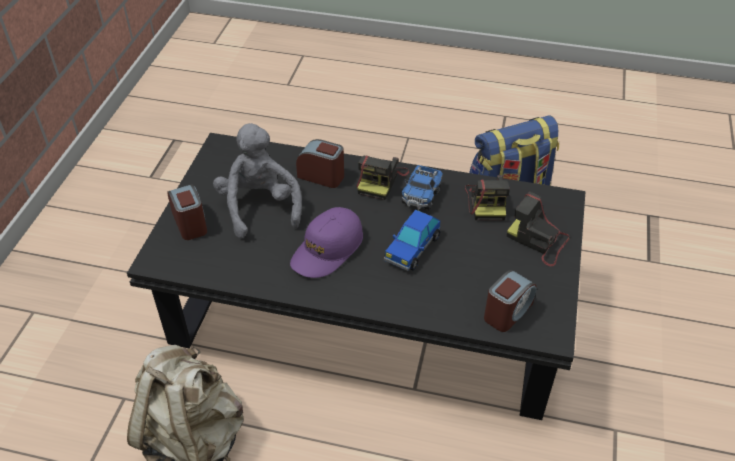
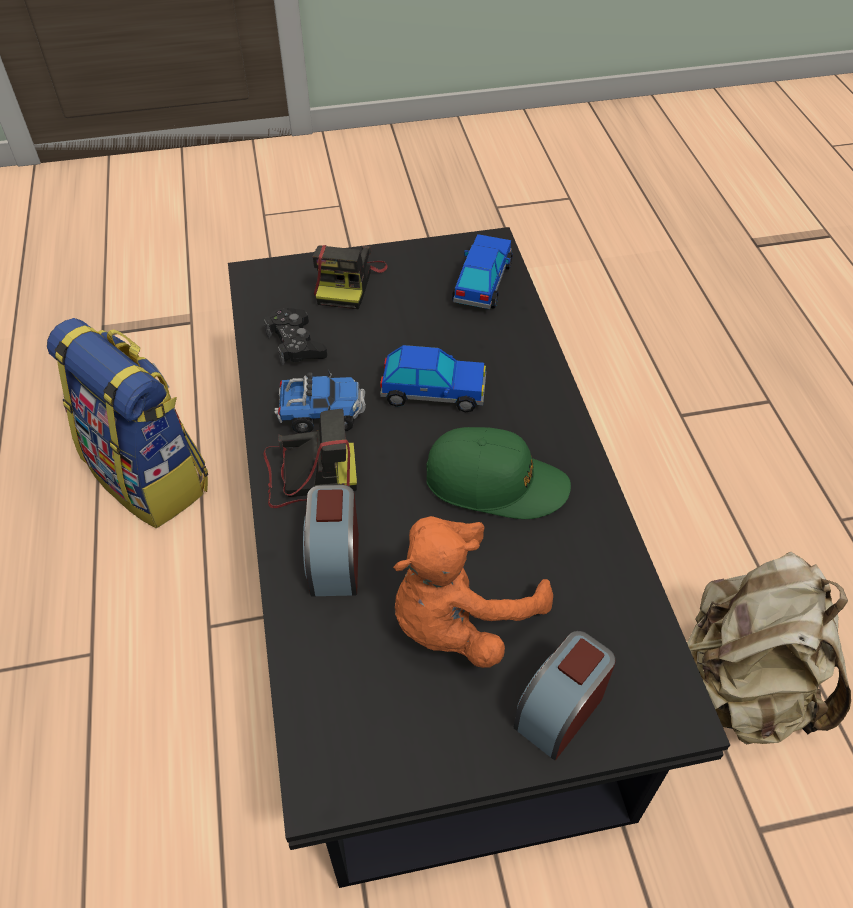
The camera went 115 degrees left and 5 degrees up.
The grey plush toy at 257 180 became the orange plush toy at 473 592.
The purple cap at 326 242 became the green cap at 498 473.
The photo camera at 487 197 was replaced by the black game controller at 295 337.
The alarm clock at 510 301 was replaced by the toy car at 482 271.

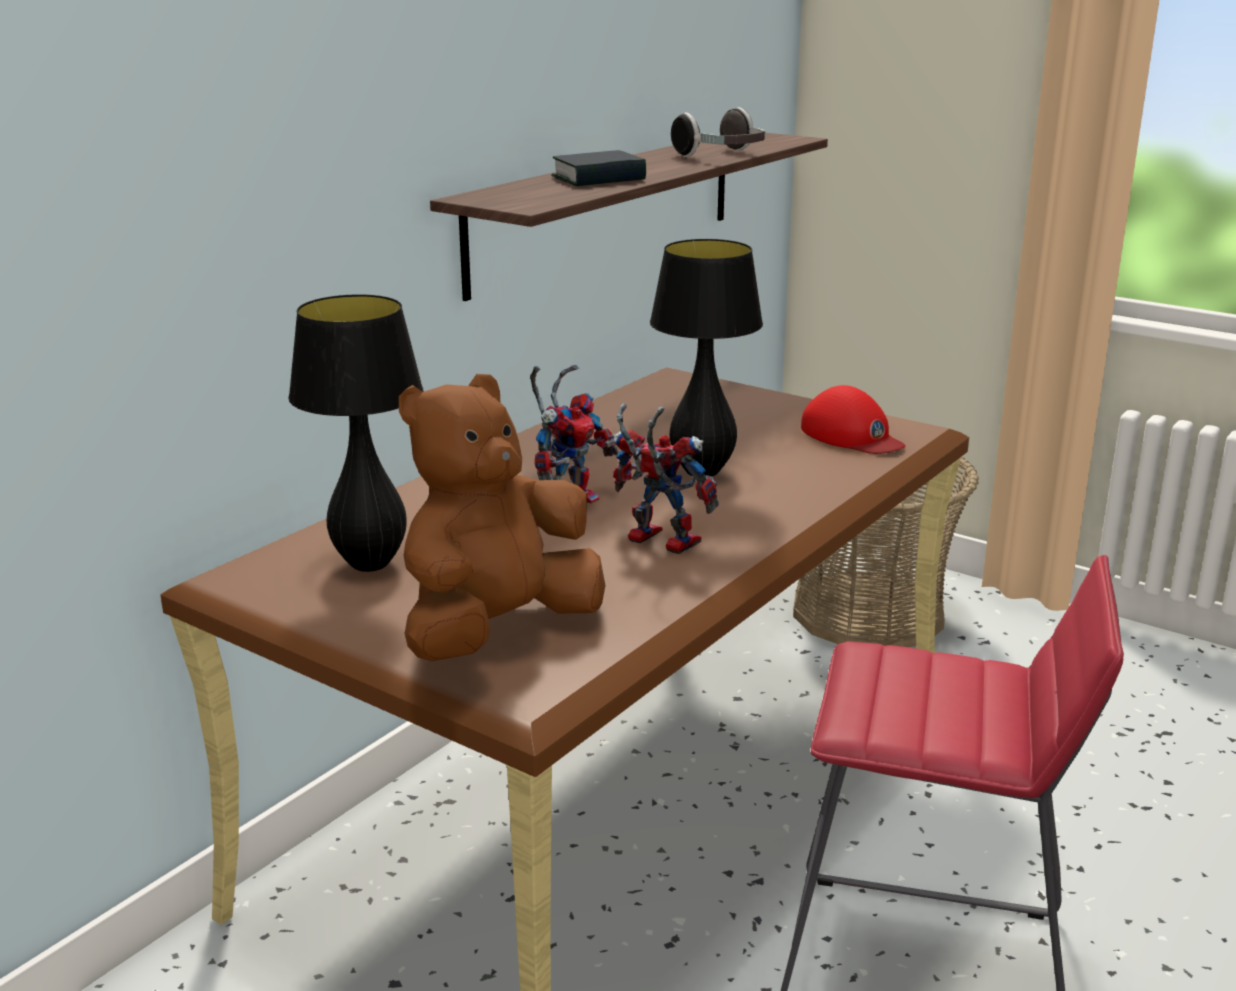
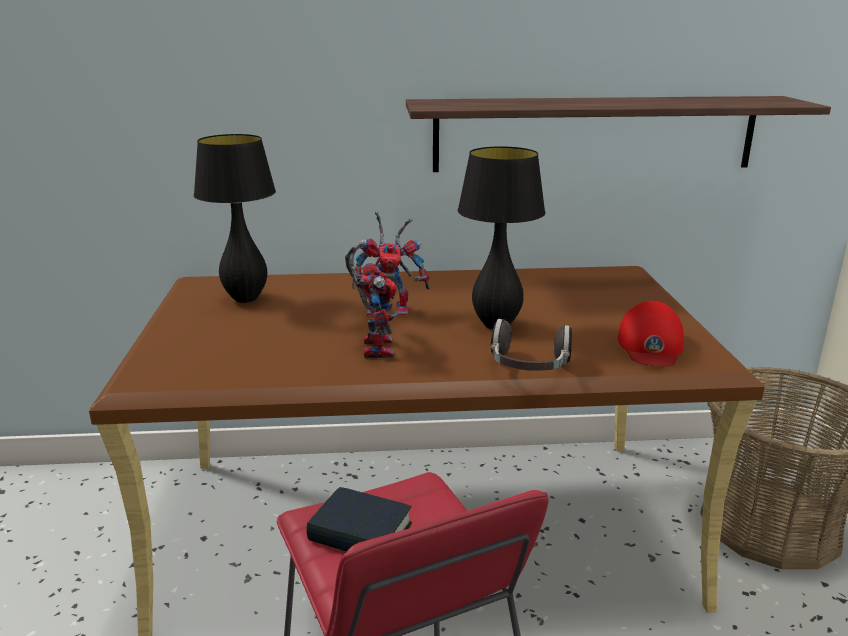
The camera went 50 degrees right and 0 degrees up.
The brown plush toy at 502 518 disappeared.
The book moved from 598 168 to 359 519.
The headphones moved from 718 132 to 531 345.

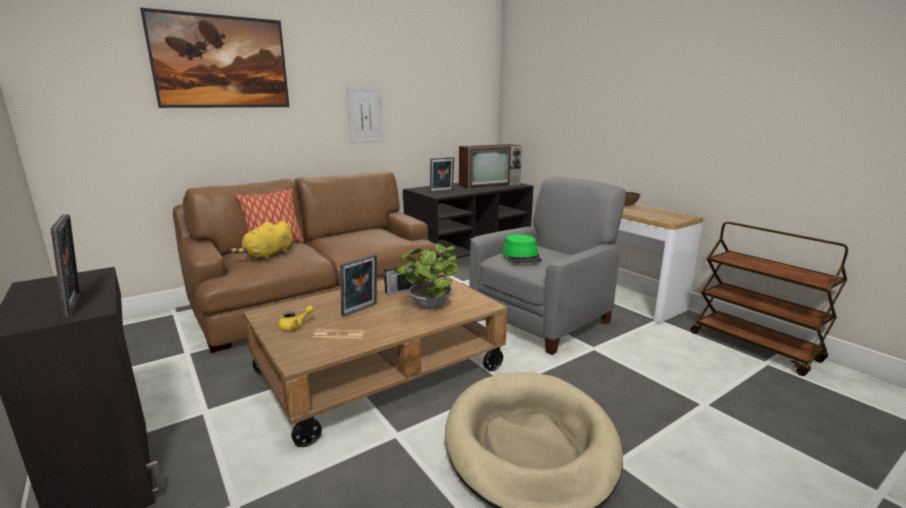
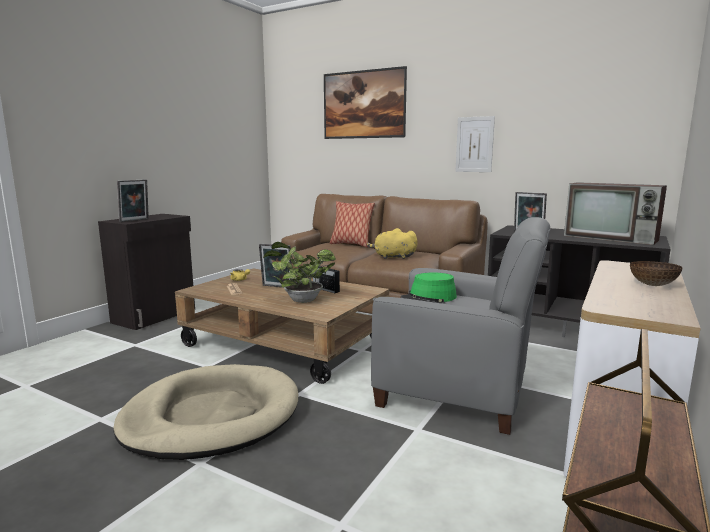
The camera went 65 degrees right and 5 degrees down.
The yellow plush toy moved from 261 241 to 392 243.

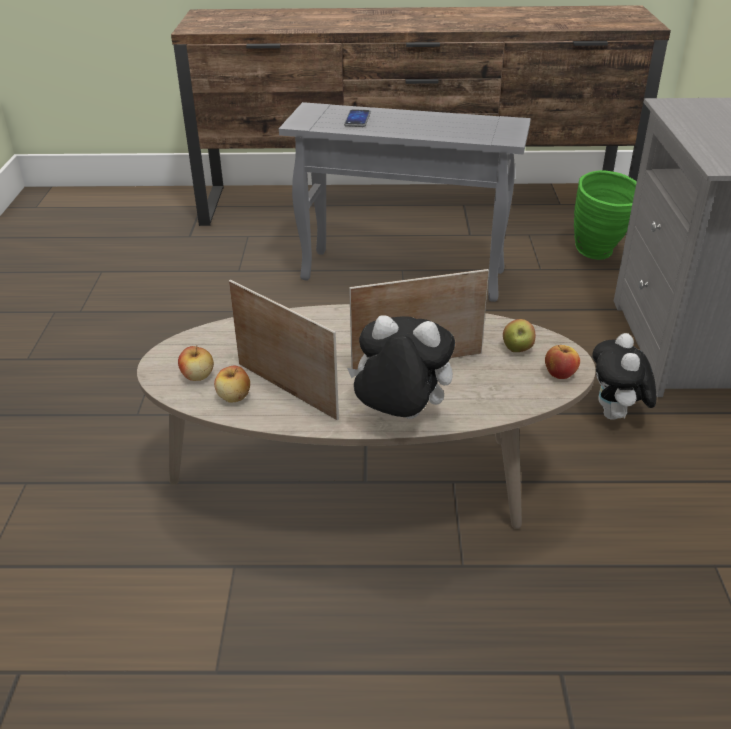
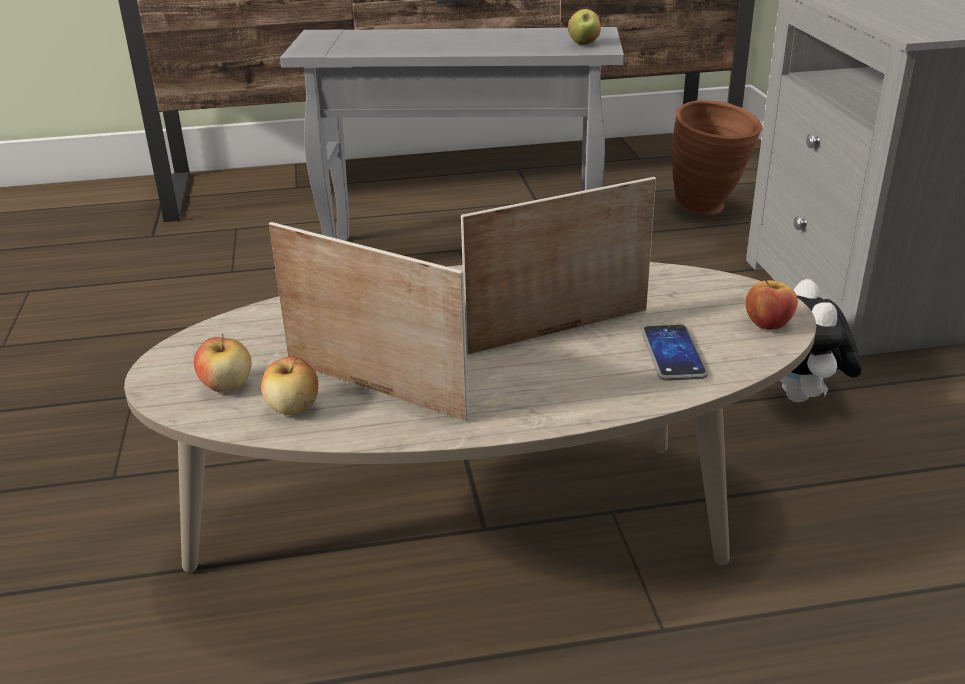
The camera went 10 degrees left and 5 degrees down.
The phone moved from 357 118 to 675 353.
The plush toy at 401 367 disappeared.
The apple moved from 519 335 to 584 27.
The green vase at 605 215 became the brown vase at 717 157.

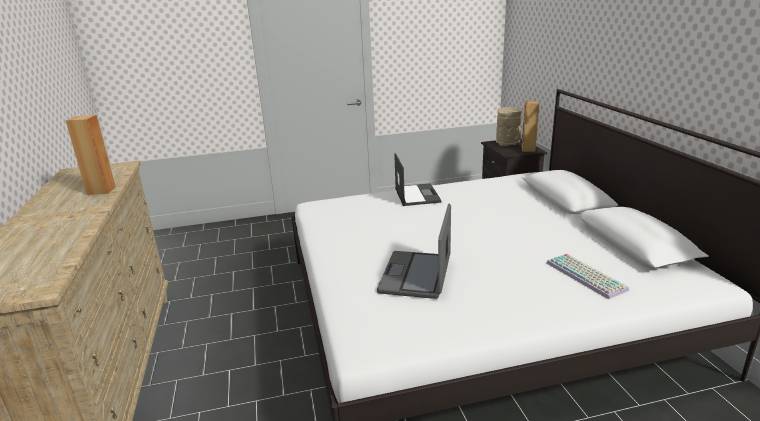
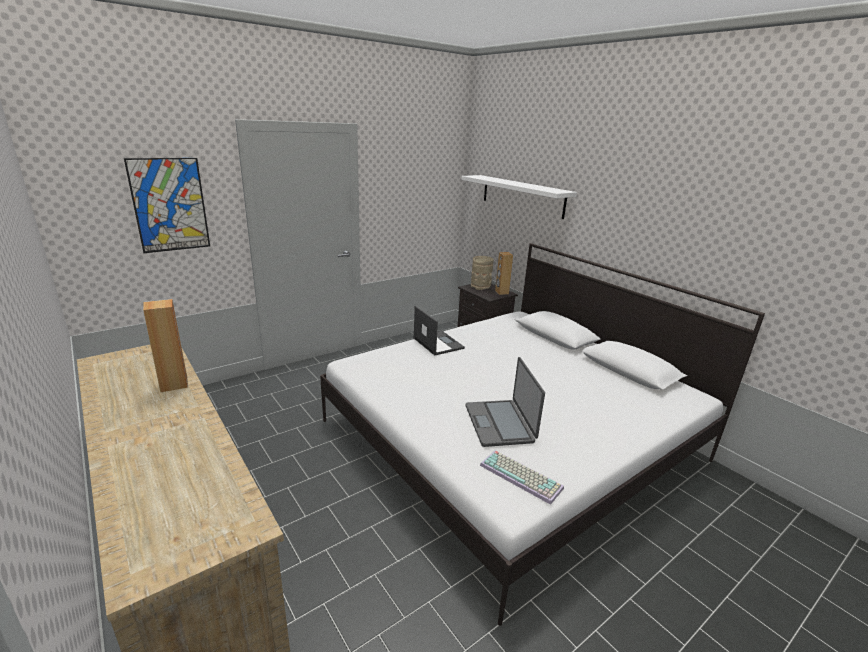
The camera went 25 degrees left and 0 degrees up.
The keyboard moved from 588 276 to 522 477.
The picture at 167 205 appeared.
The white shelf at 519 197 appeared.

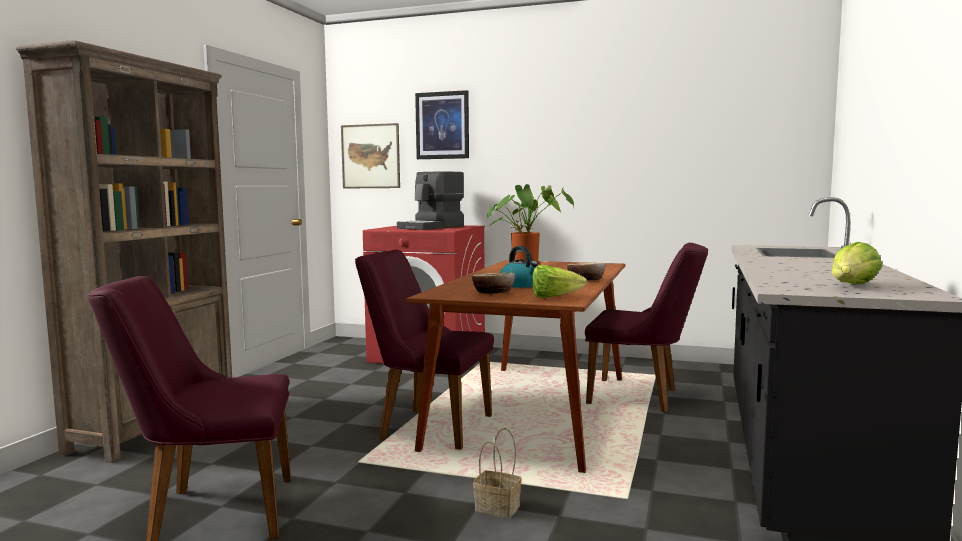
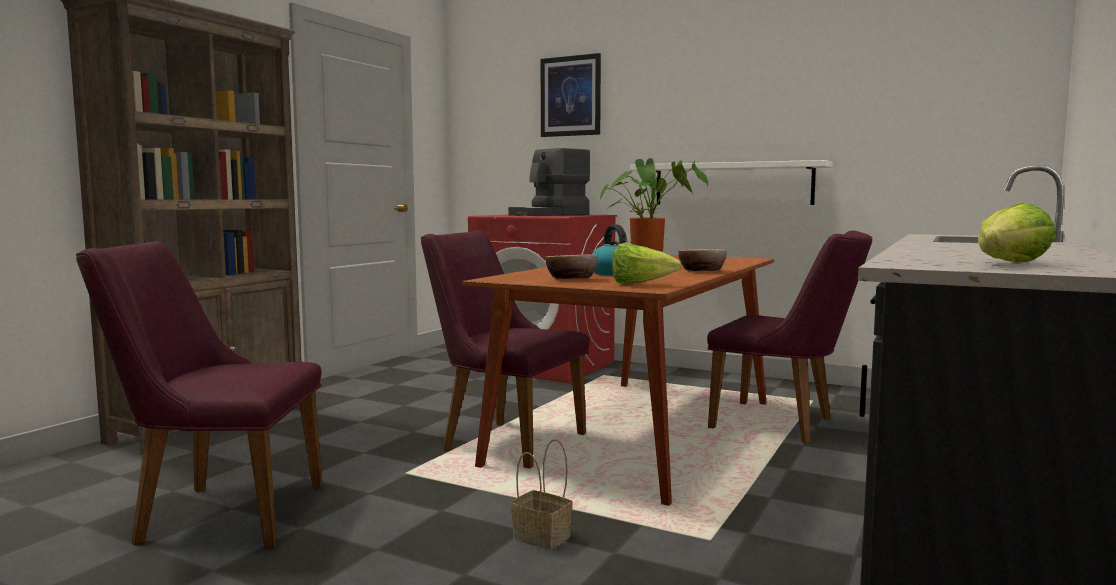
The camera went 10 degrees right and 0 degrees up.
The picture at 370 156 disappeared.
The white shelf at 731 182 appeared.

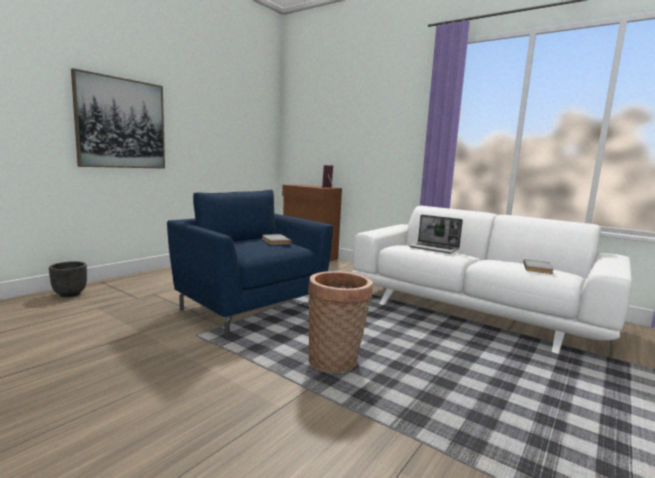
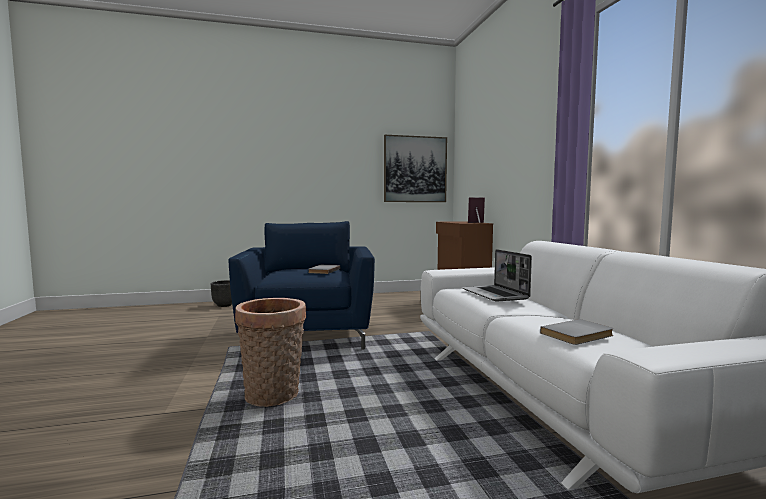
The camera went 40 degrees right and 5 degrees down.
The picture moved from 118 118 to 415 168.

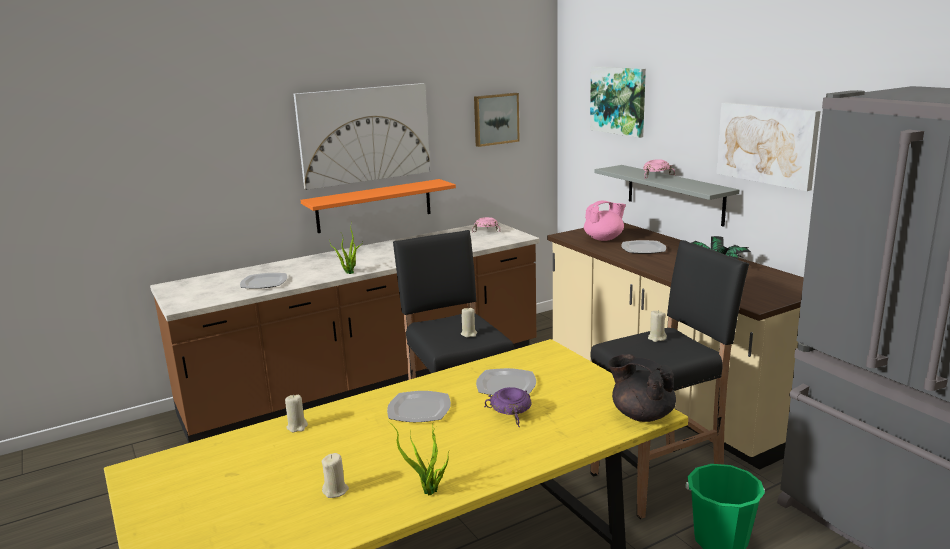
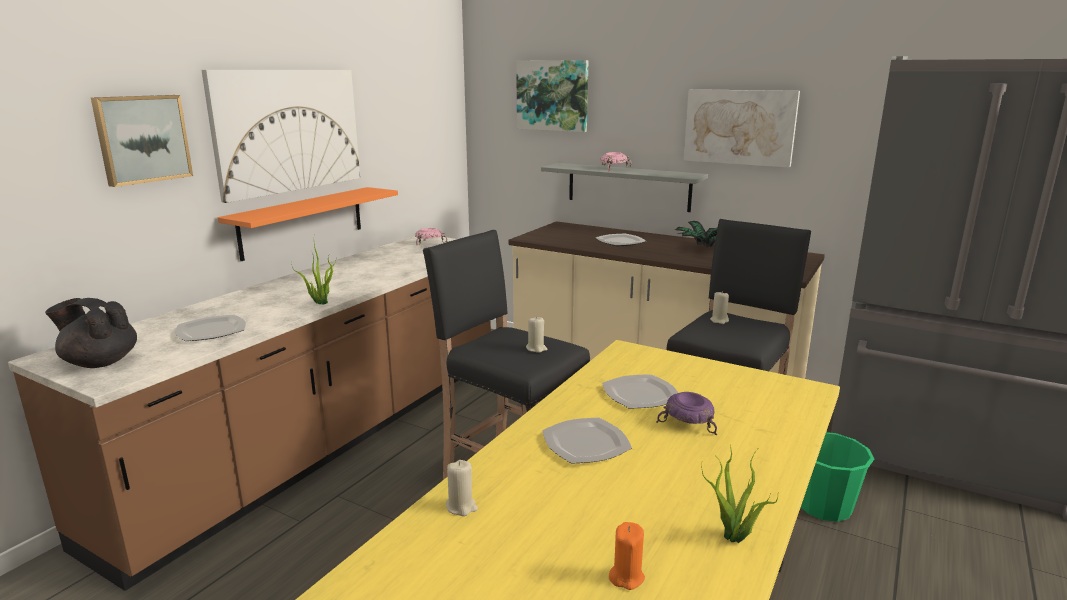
The camera went 30 degrees left and 0 degrees up.
The beige candle at 335 475 became the orange candle at 627 556.
The picture moved from 497 120 to 142 141.
The pink teapot at 605 221 disappeared.
The black teapot moved from 642 388 to 91 333.

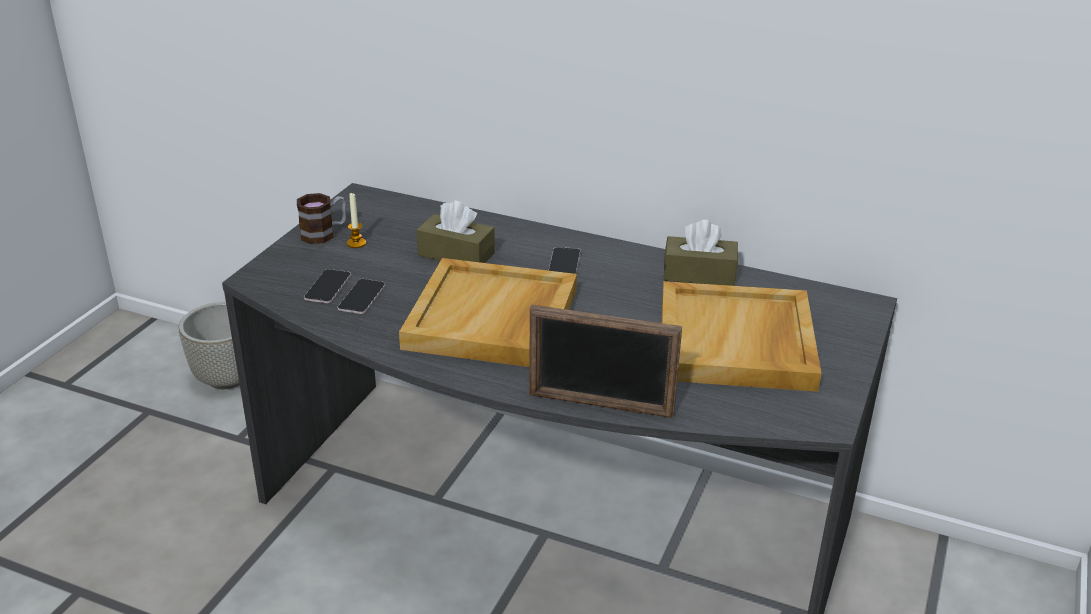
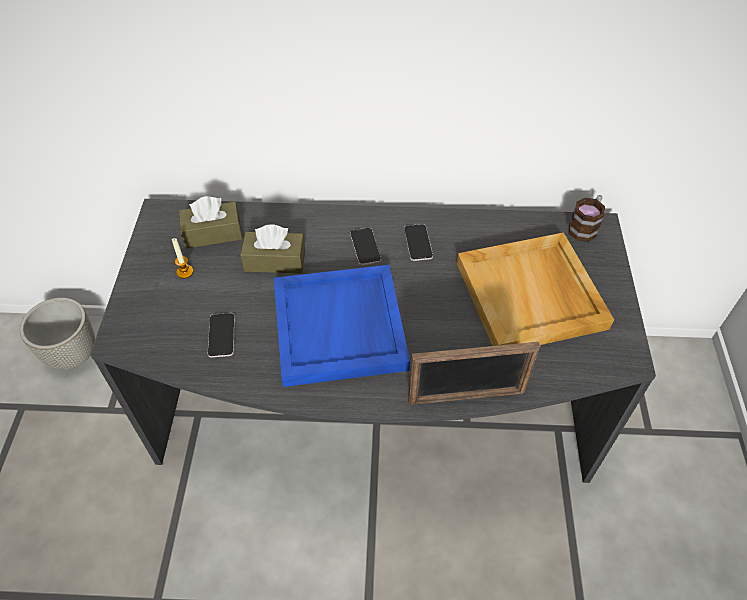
The camera went 20 degrees left and 20 degrees up.
The mug moved from 321 218 to 586 218.
The phone moved from 327 286 to 418 242.
The beige tray at 488 312 became the blue tray at 342 326.
The brown tissue box moved from 701 253 to 210 222.

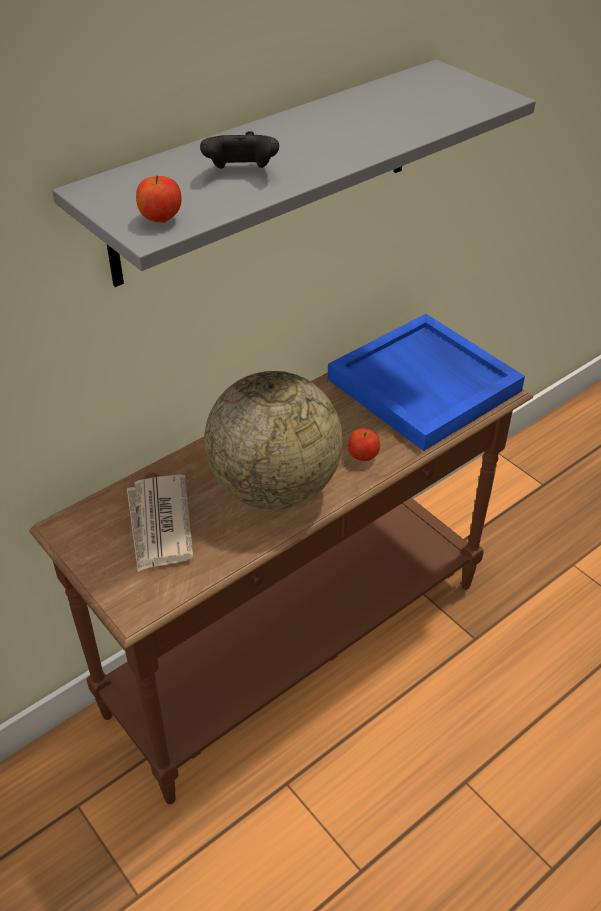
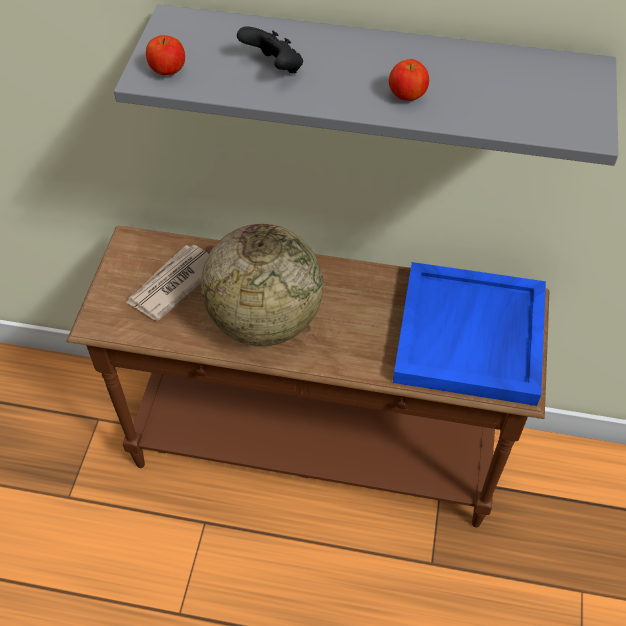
The camera went 50 degrees right and 10 degrees up.
The apple moved from 364 444 to 409 80.

